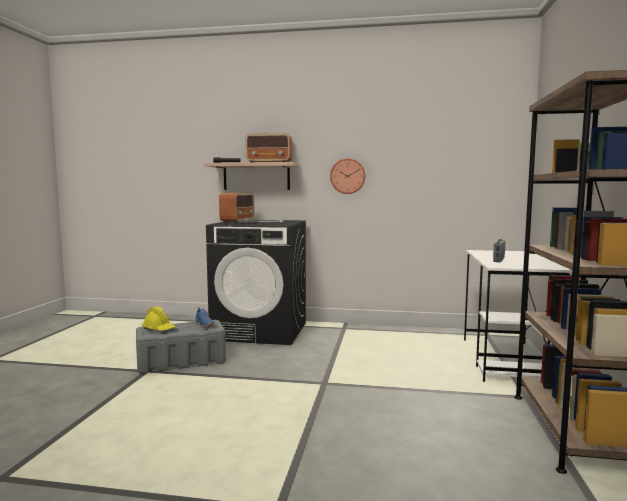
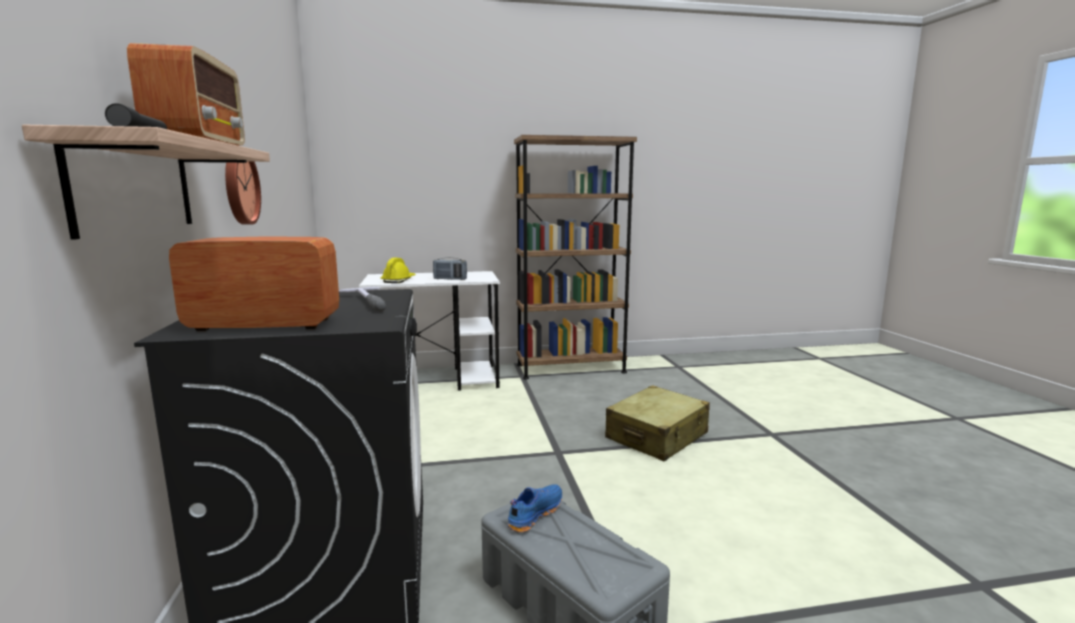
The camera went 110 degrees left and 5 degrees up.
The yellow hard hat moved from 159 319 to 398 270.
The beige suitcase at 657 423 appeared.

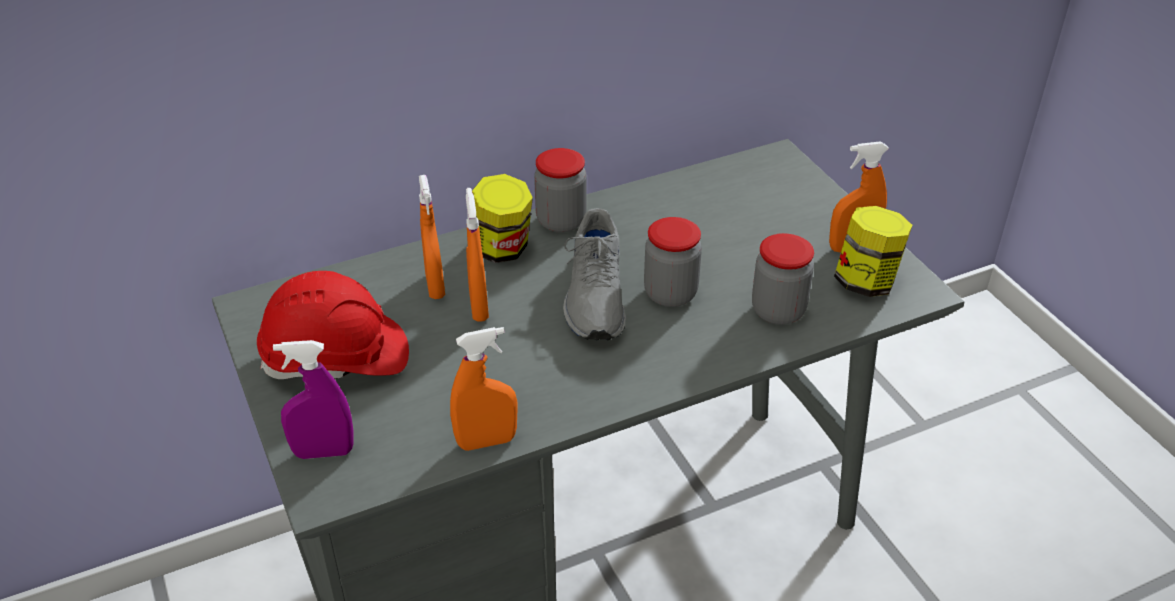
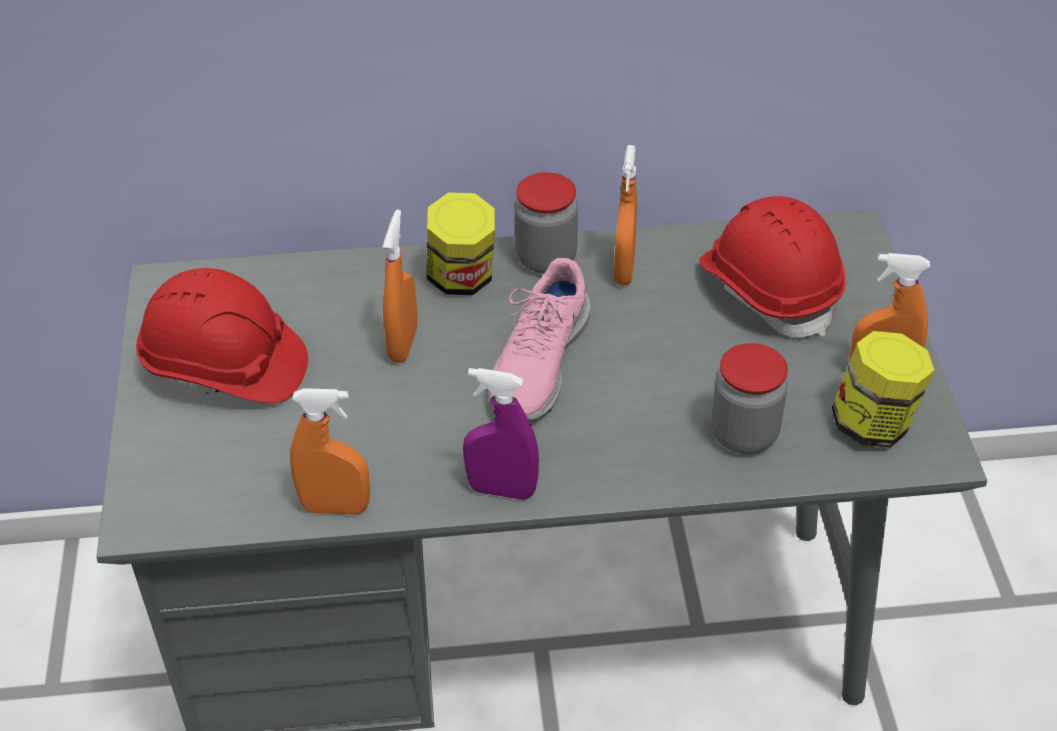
The camera went 20 degrees right and 5 degrees up.
The purple spray bottle moved from 313 399 to 501 434.
The orange spray bottle moved from 432 237 to 625 215.
The grey shoe at 594 274 became the pink shoe at 539 339.
The jar at 673 262 disappeared.
The red hard hat at 772 266 appeared.

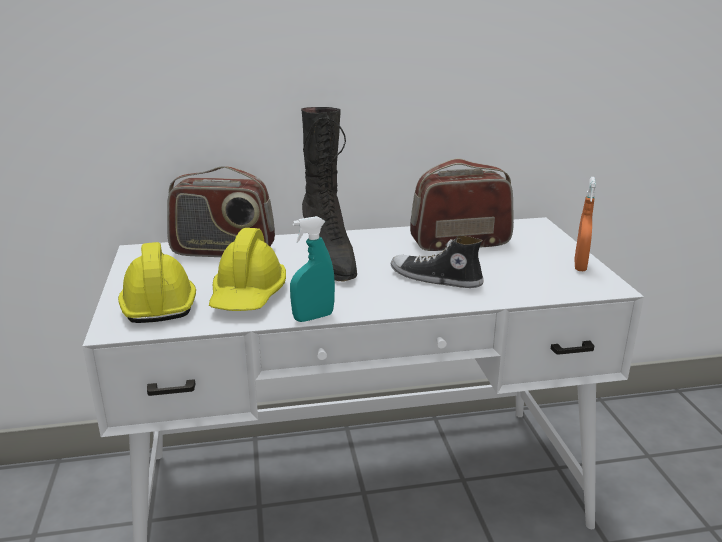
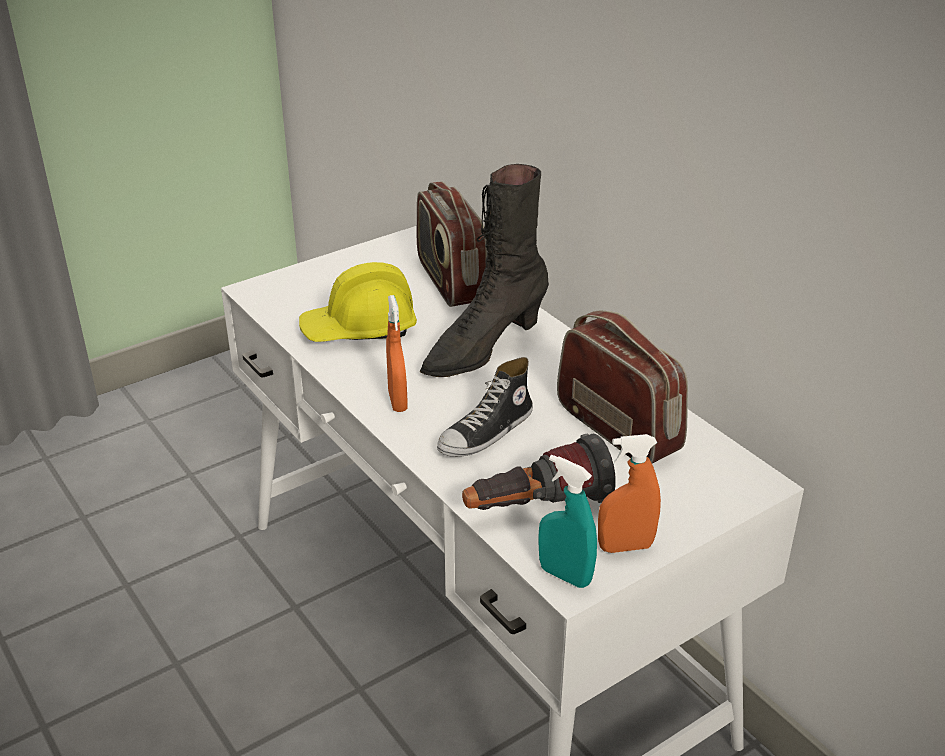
The camera went 65 degrees right and 10 degrees up.
The yellow hard hat at 157 282 disappeared.
The turquoise spray bottle moved from 312 269 to 567 521.
The shoe at 437 261 turned 135 degrees counterclockwise.
The orange spray bottle at 397 353 appeared.
The flashlight at 539 471 appeared.

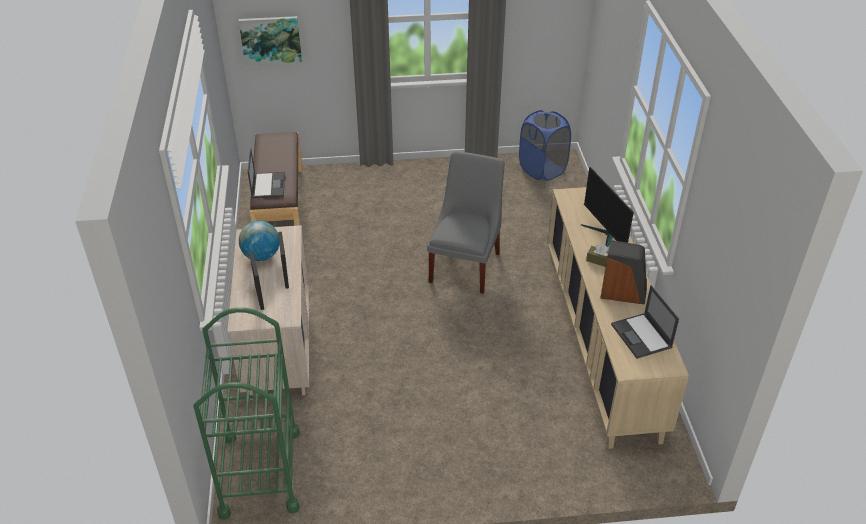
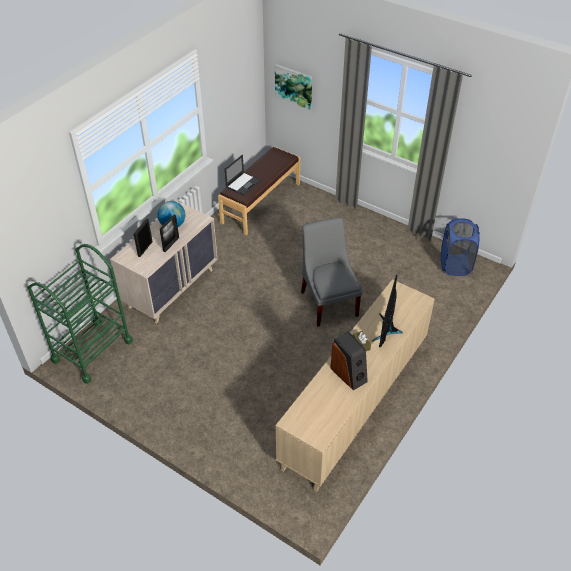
The camera went 40 degrees right and 5 degrees up.
The grey chair at 466 222 turned 75 degrees counterclockwise.
The laptop at 645 322 disappeared.

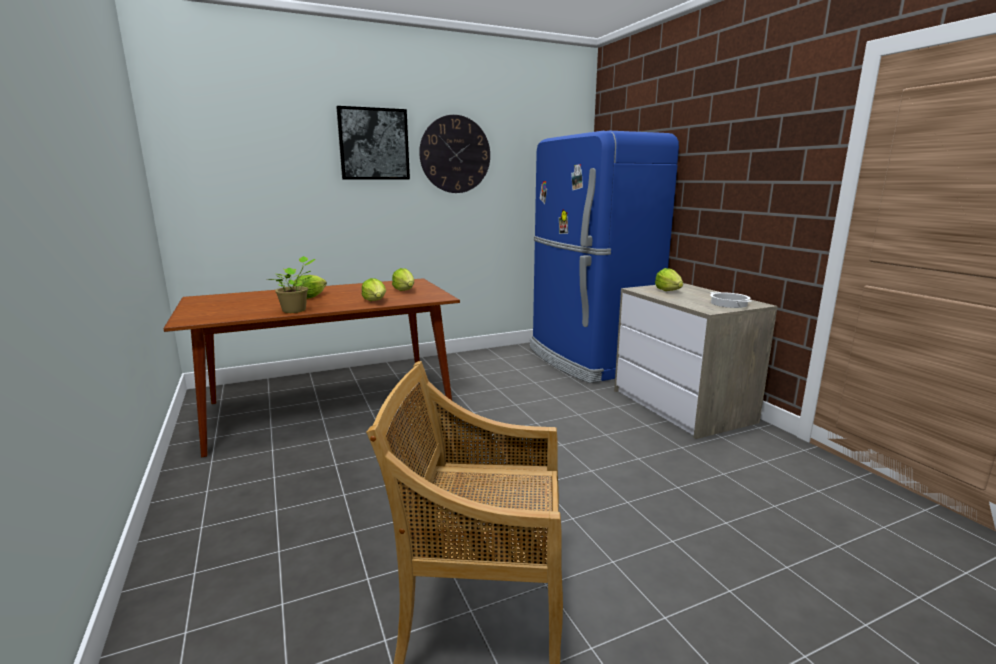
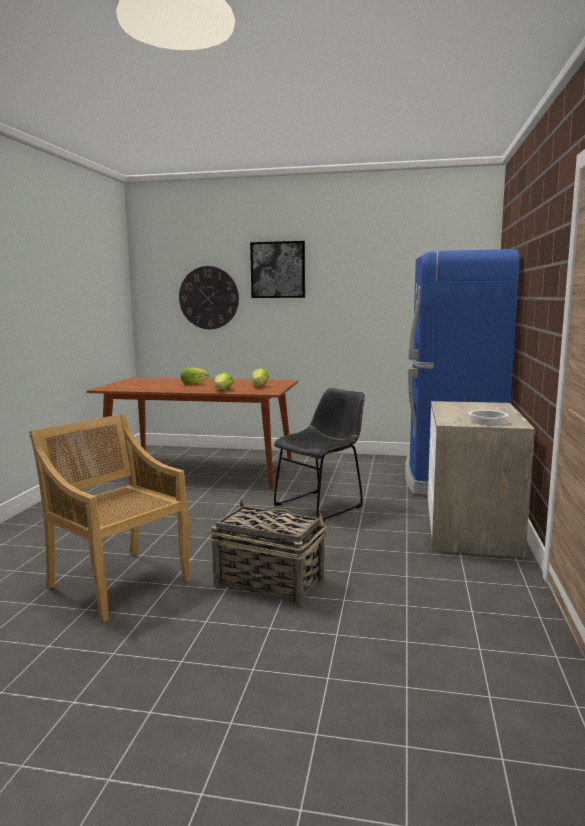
The camera went 35 degrees right and 5 degrees down.
The potted plant at 291 284 disappeared.
The wall clock moved from 454 154 to 209 297.
The lettuce at 669 279 disappeared.
The basket at 268 552 appeared.
The black chair at 319 455 appeared.

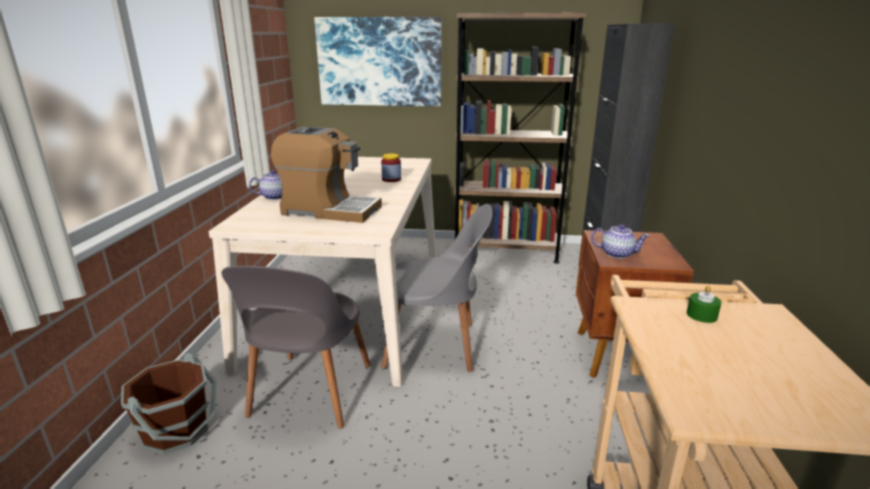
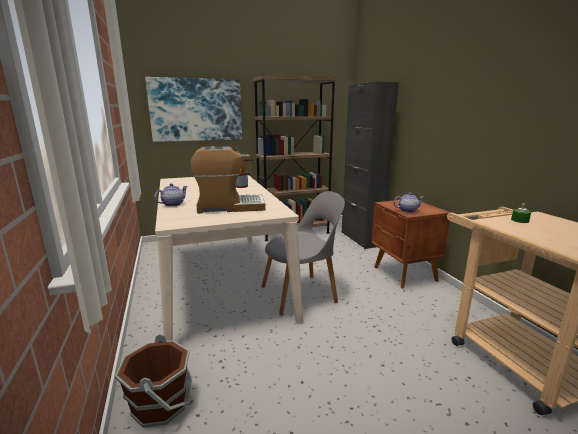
The camera went 25 degrees left and 5 degrees down.
The grey chair at 296 347 disappeared.

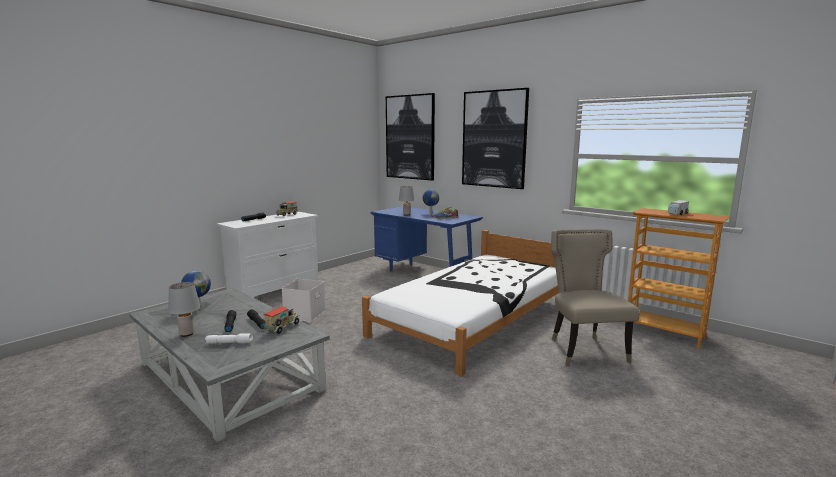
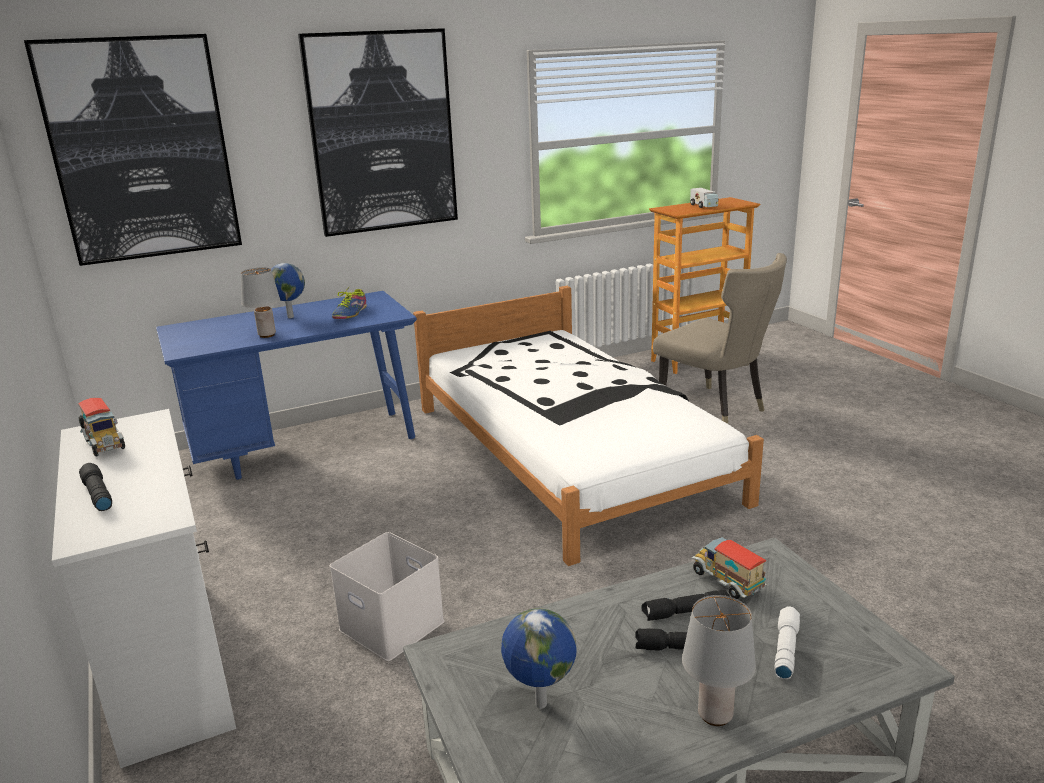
The camera went 65 degrees left and 10 degrees up.
The beige chair at 595 297 turned 150 degrees counterclockwise.

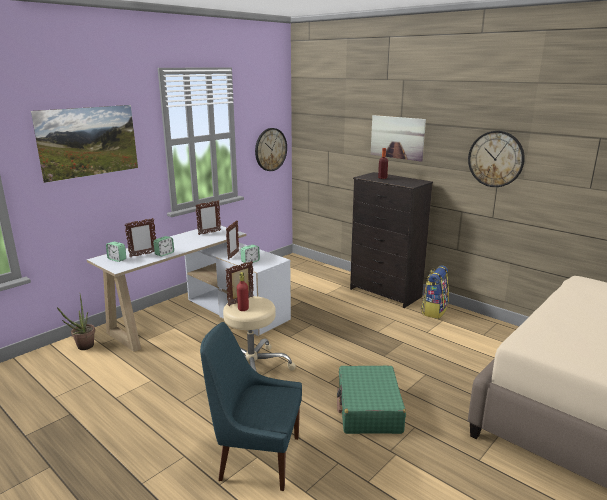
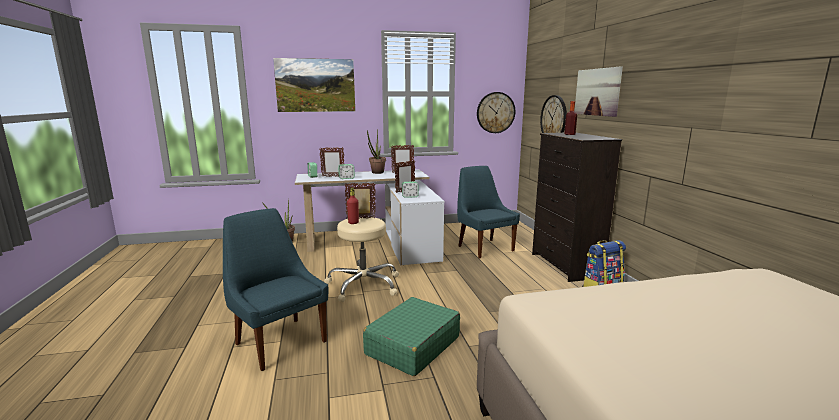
The camera went 35 degrees right and 5 degrees down.
The wall clock moved from 496 159 to 553 114.
The potted plant at 376 152 appeared.
The blue chair at 488 212 appeared.

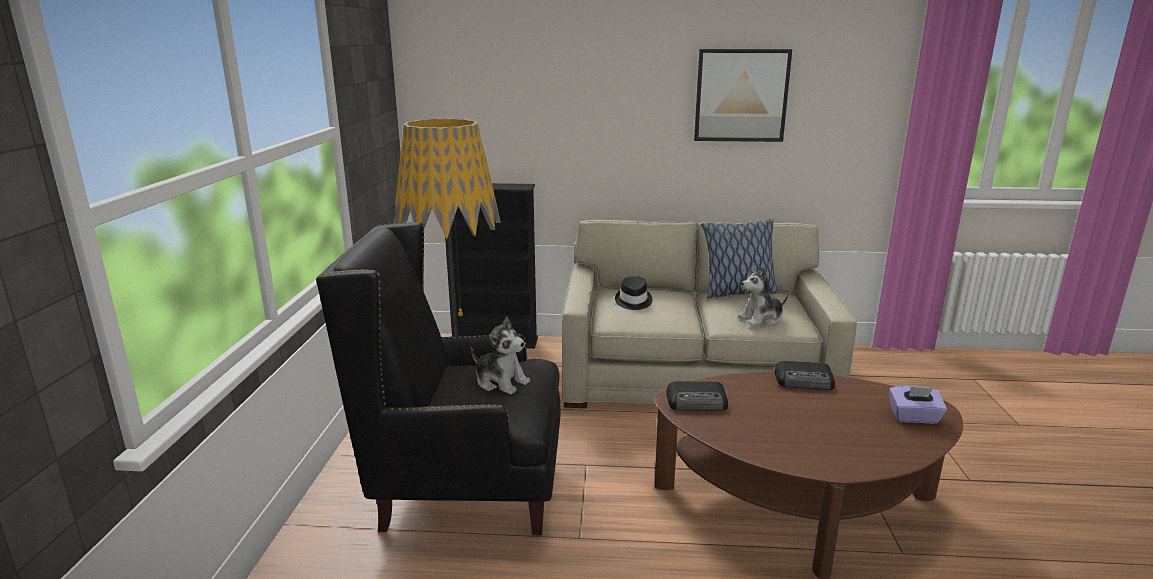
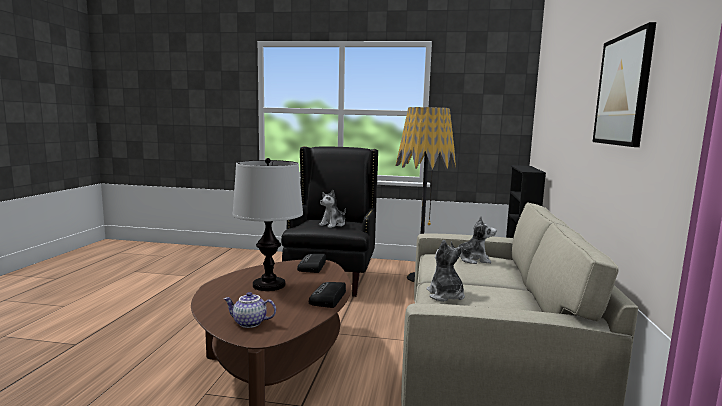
The camera went 95 degrees right and 10 degrees down.
The black hat at 633 293 was replaced by the plush toy at 473 240.
The pillow at 739 259 disappeared.
The purple tissue box at 918 405 was replaced by the teapot at 250 310.
The table lamp at 267 224 appeared.

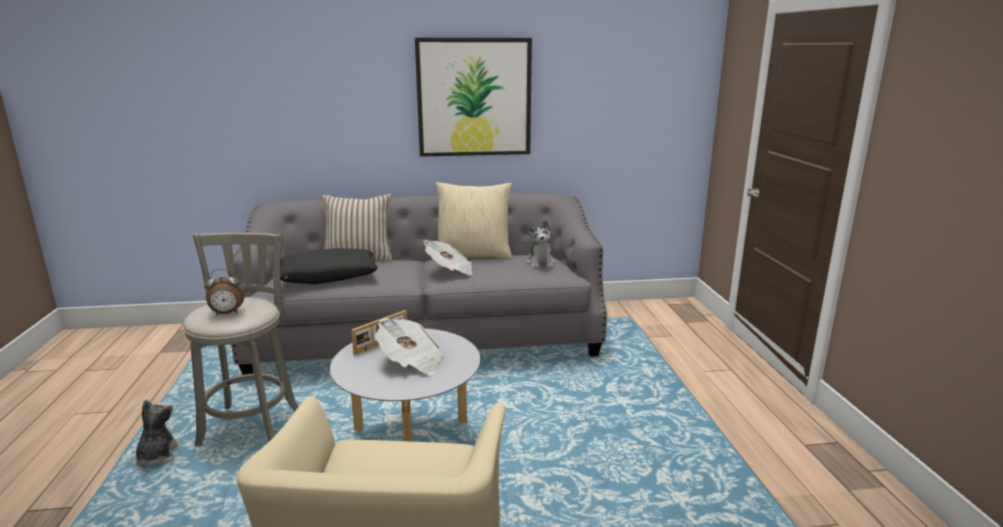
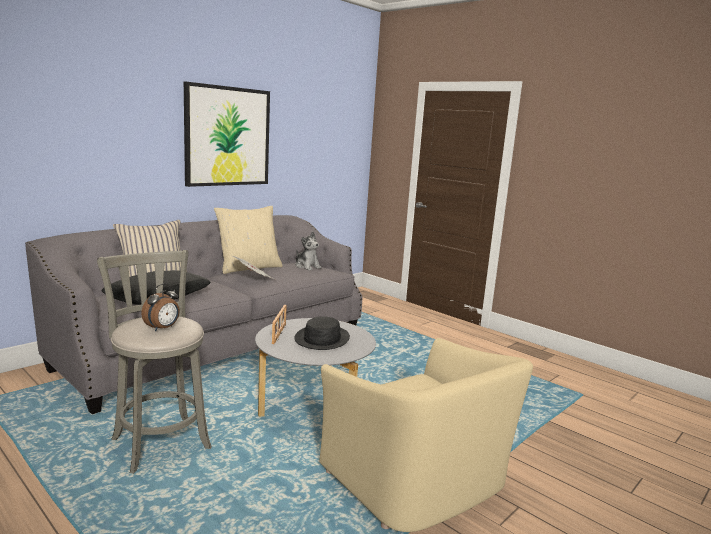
The camera went 40 degrees left and 5 degrees down.
The plush toy at 157 433 disappeared.
The newspaper at 409 346 was replaced by the black hat at 322 333.

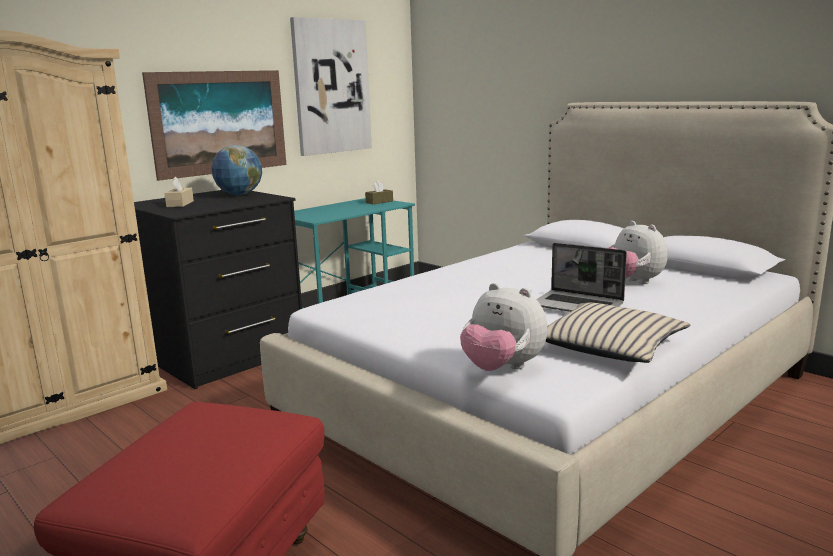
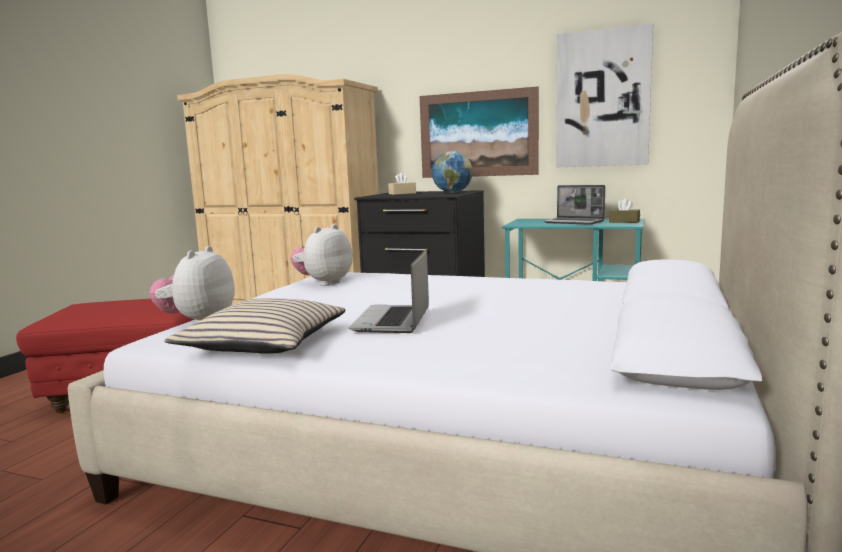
The camera went 65 degrees right and 5 degrees down.
The plush toy moved from 637 252 to 321 255.
The laptop at 574 205 appeared.

